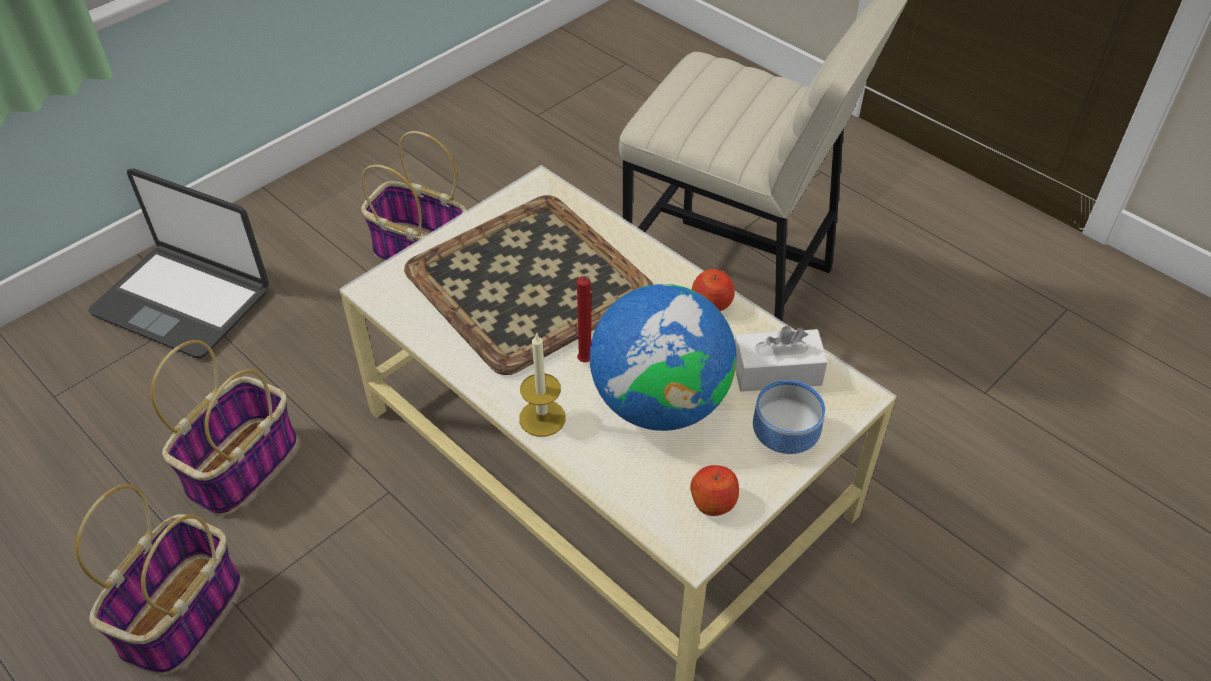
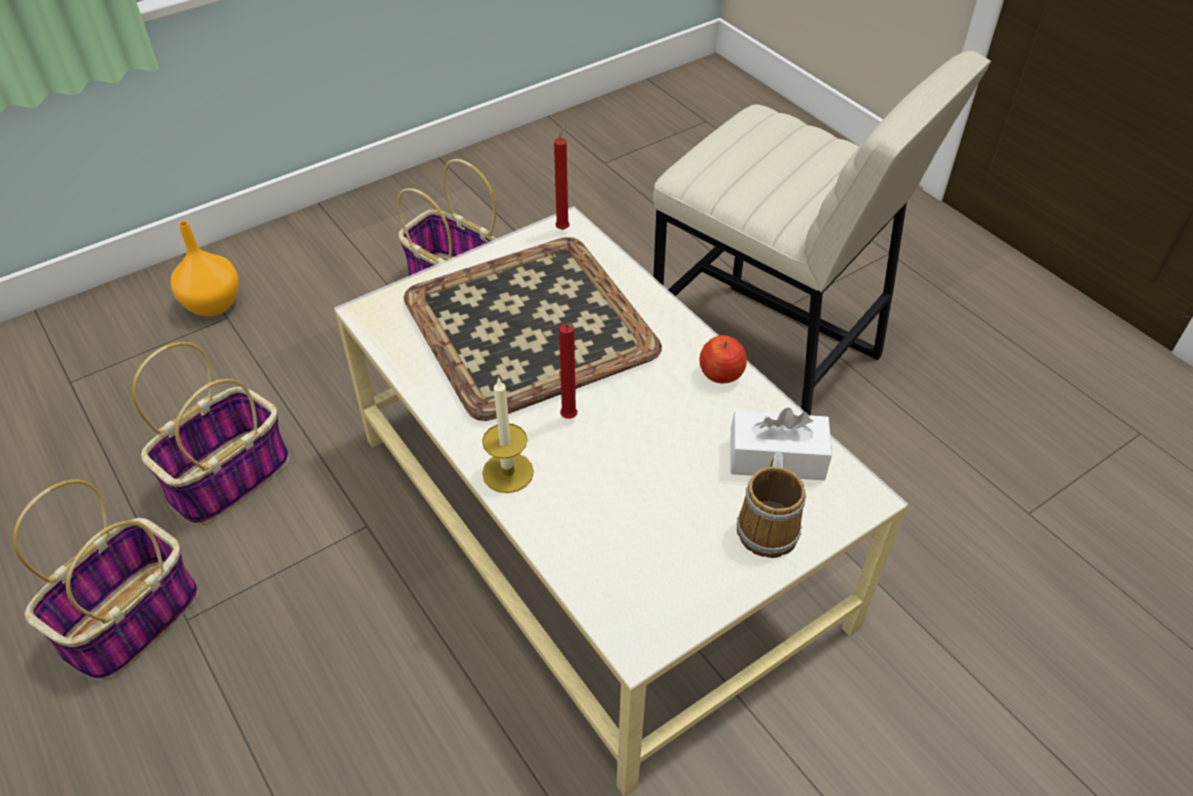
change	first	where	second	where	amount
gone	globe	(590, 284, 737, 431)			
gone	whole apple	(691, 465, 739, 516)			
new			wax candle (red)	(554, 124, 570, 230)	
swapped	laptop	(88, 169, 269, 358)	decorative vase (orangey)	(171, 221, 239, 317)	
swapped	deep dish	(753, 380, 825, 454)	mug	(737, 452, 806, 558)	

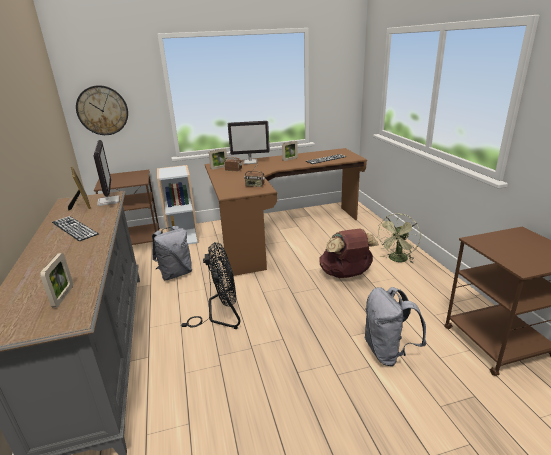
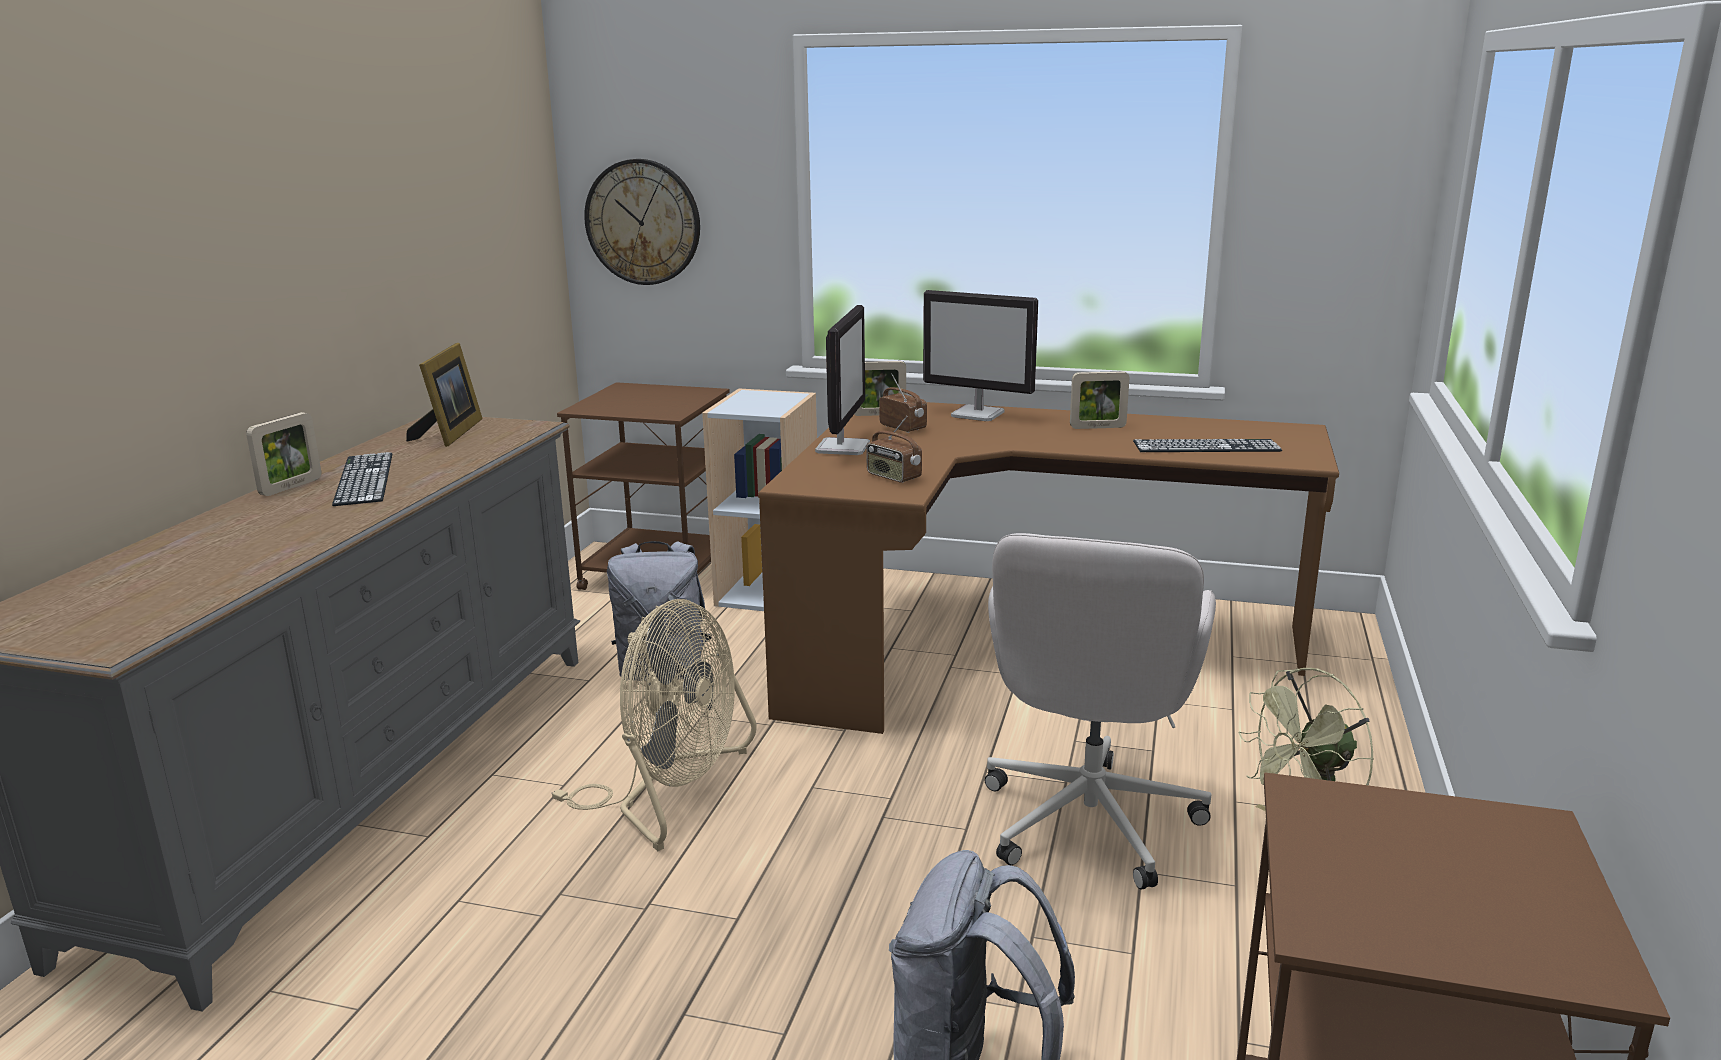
change	first	where	second	where	amount
shifted	standing frame	(40, 253, 73, 307)		(246, 412, 321, 496)	
shifted	computer display	(94, 140, 120, 206)		(815, 305, 870, 455)	
swapped	backpack (brown-coloured)	(319, 229, 379, 278)	desk chair (whitish)	(985, 533, 1216, 890)	
repainted	fan (black-coloured)	(180, 242, 240, 330)	fan (beige)	(552, 599, 757, 851)	

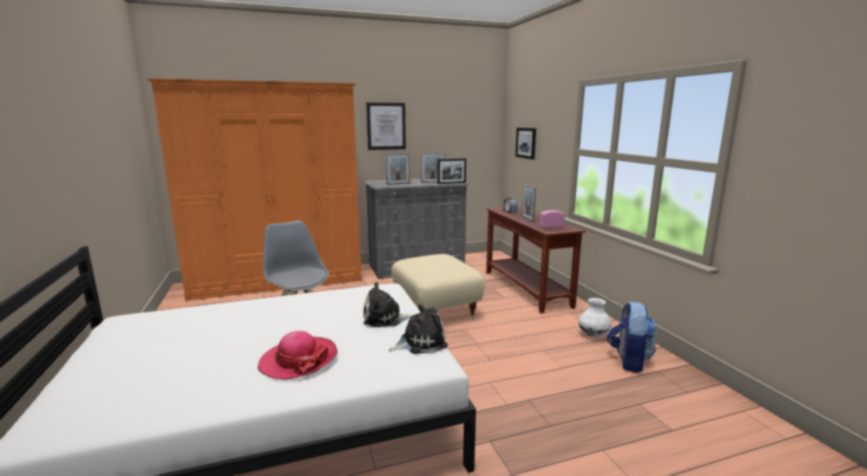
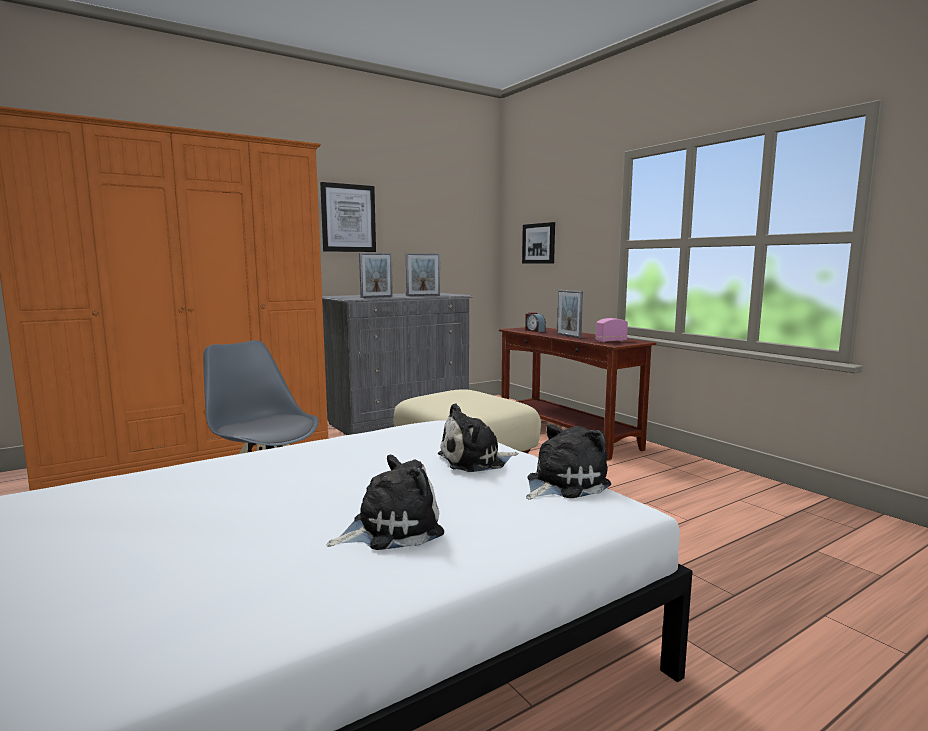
change	first	where	second	where	amount
gone	standing frame	(438, 158, 466, 184)			
gone	decorative vase (whitish)	(579, 298, 612, 337)			
gone	backpack	(607, 301, 656, 373)			
swapped	hat	(258, 331, 338, 380)	plush toy	(326, 455, 444, 550)	

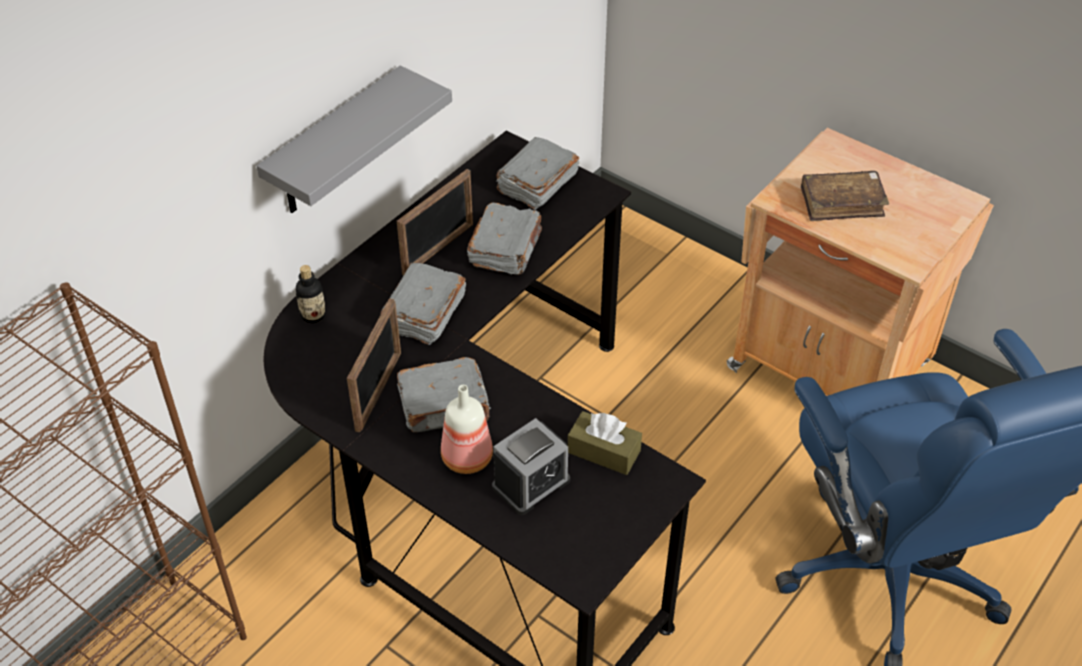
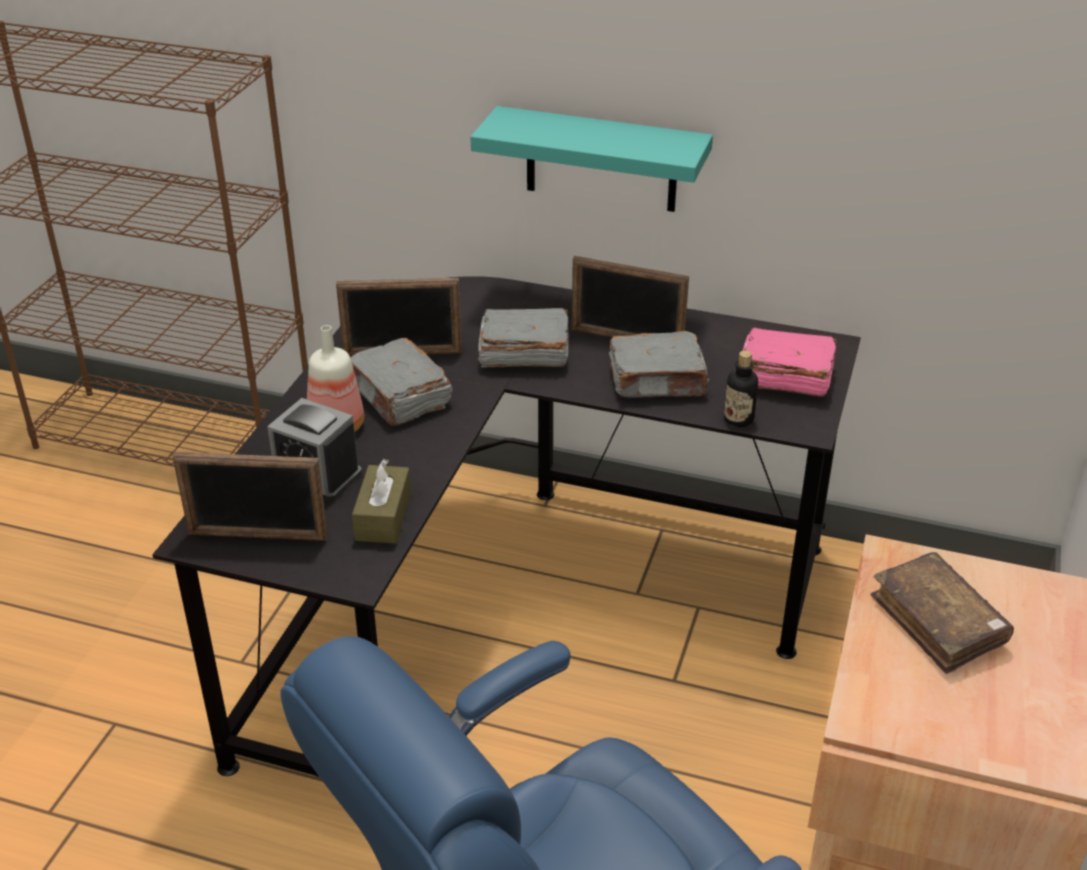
change	first	where	second	where	amount
new			standing frame	(172, 452, 328, 541)	
shifted	beverage bottle	(296, 265, 326, 323)		(724, 350, 758, 427)	
repainted	wall shelf (grey)	(257, 65, 452, 213)	wall shelf (turquoise)	(470, 106, 713, 212)	
repainted	bound book (grey)	(496, 137, 580, 210)	bound book (pink)	(743, 328, 836, 397)	

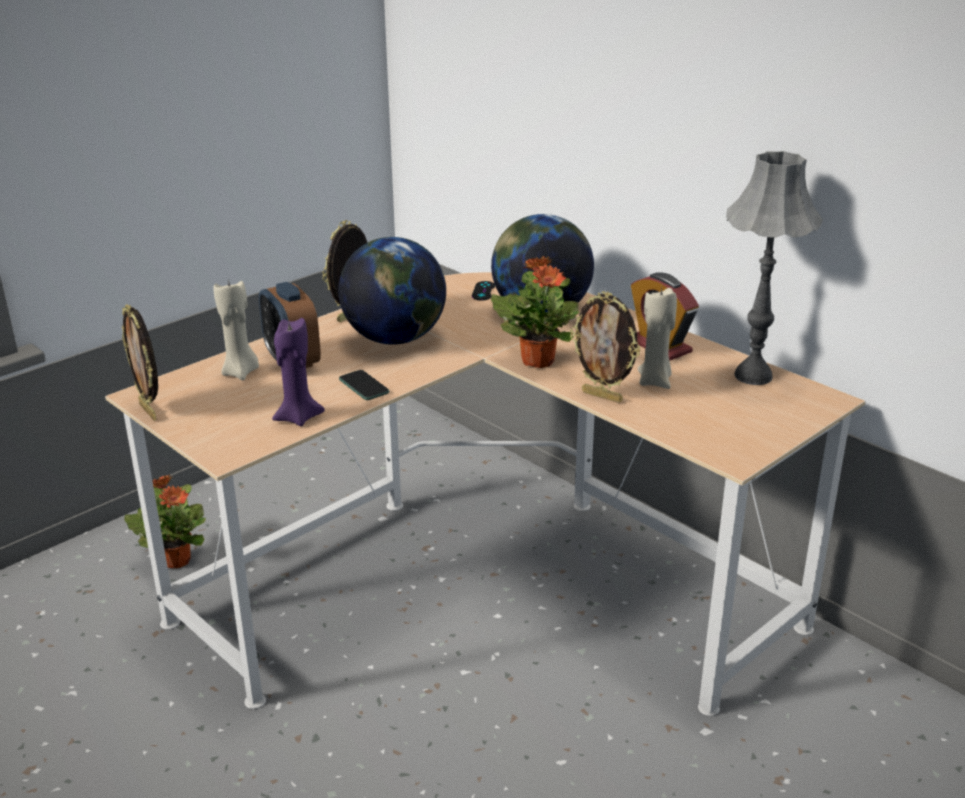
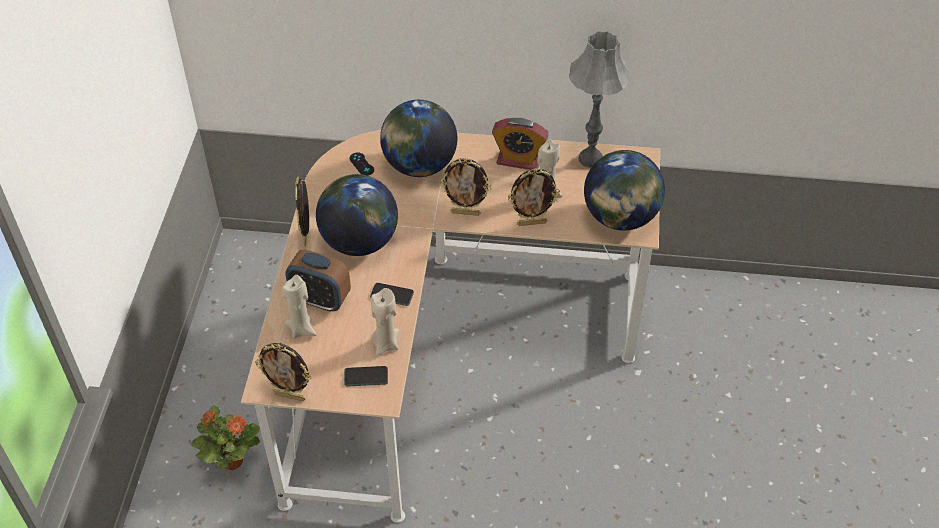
change	first	where	second	where	amount
new			phone	(344, 366, 388, 386)	
new			globe	(584, 150, 665, 231)	
swapped	potted plant	(491, 256, 579, 368)	standing frame	(440, 158, 492, 216)	
repainted	wax candle (purple-coloured)	(272, 318, 325, 426)	wax candle (beige)	(370, 288, 399, 356)	

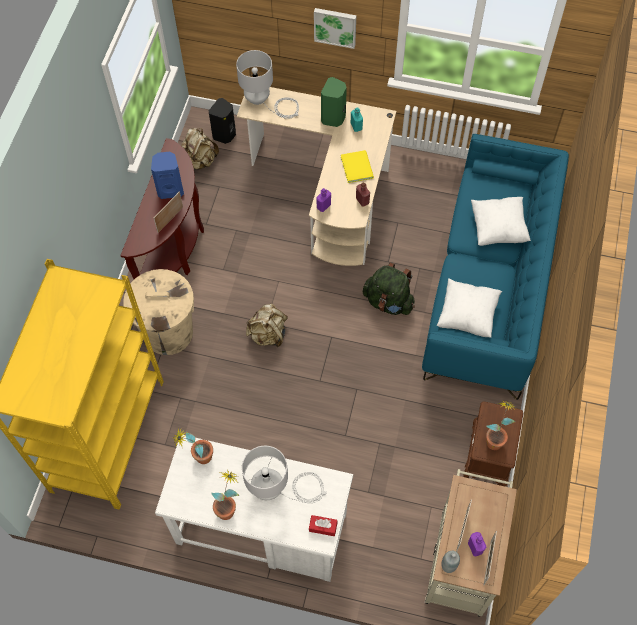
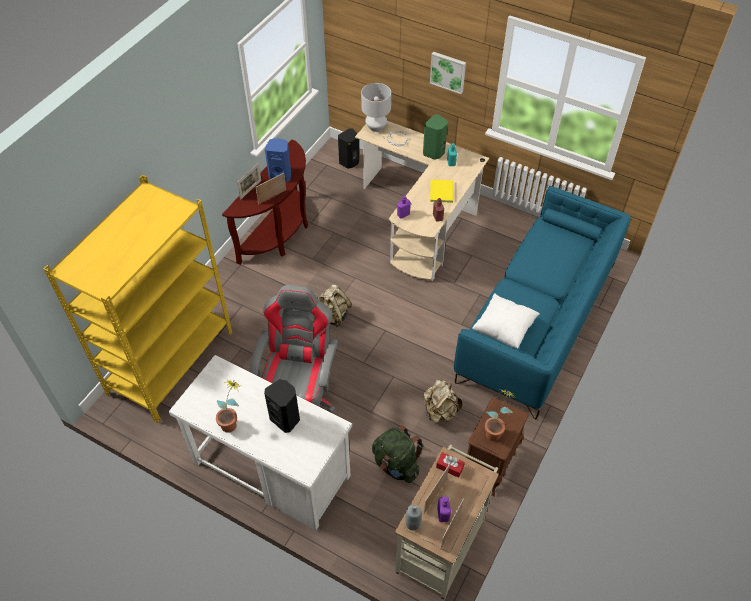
change	first	where	second	where	amount
gone	trash can (beige)	(123, 269, 194, 355)			
gone	potted plant	(174, 428, 213, 464)			
gone	throw pillow (whitish)	(471, 197, 531, 246)			
new			standing frame	(237, 163, 262, 200)	
new			desk chair (grey)	(249, 285, 338, 413)	
shifted	backpack (beige)	(181, 128, 219, 171)		(423, 380, 462, 422)	
shifted	tissue holder (red)	(309, 515, 337, 536)		(436, 452, 465, 478)	
shifted	backpack (greenish)	(363, 263, 415, 315)		(372, 426, 424, 483)	
swapped	table lamp (whitish)	(242, 446, 327, 503)	loudspeaker (black-coloured)	(264, 380, 300, 433)	

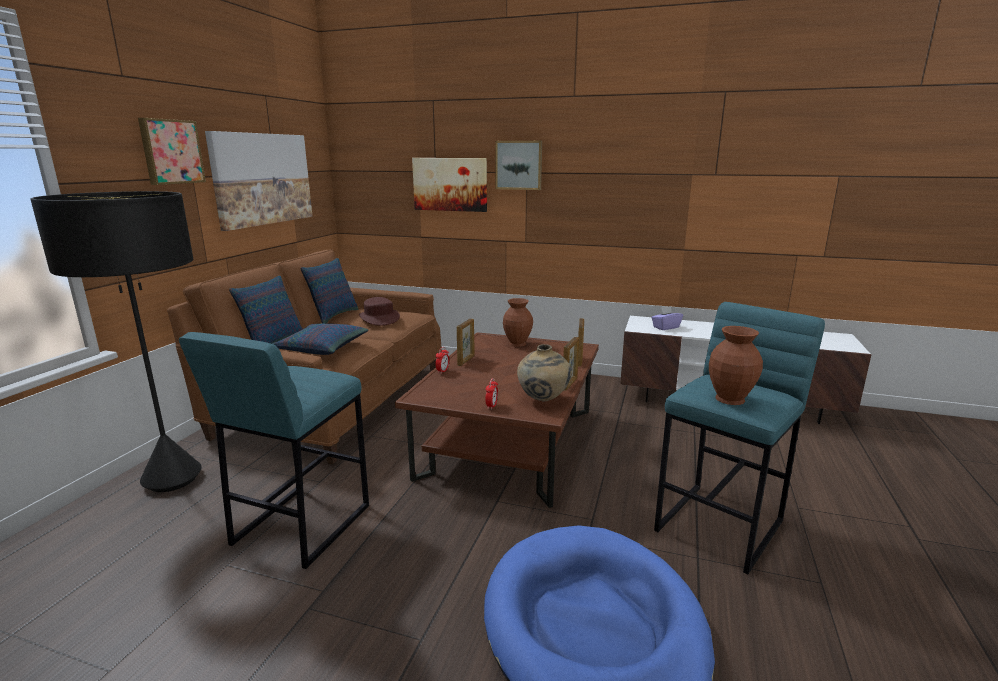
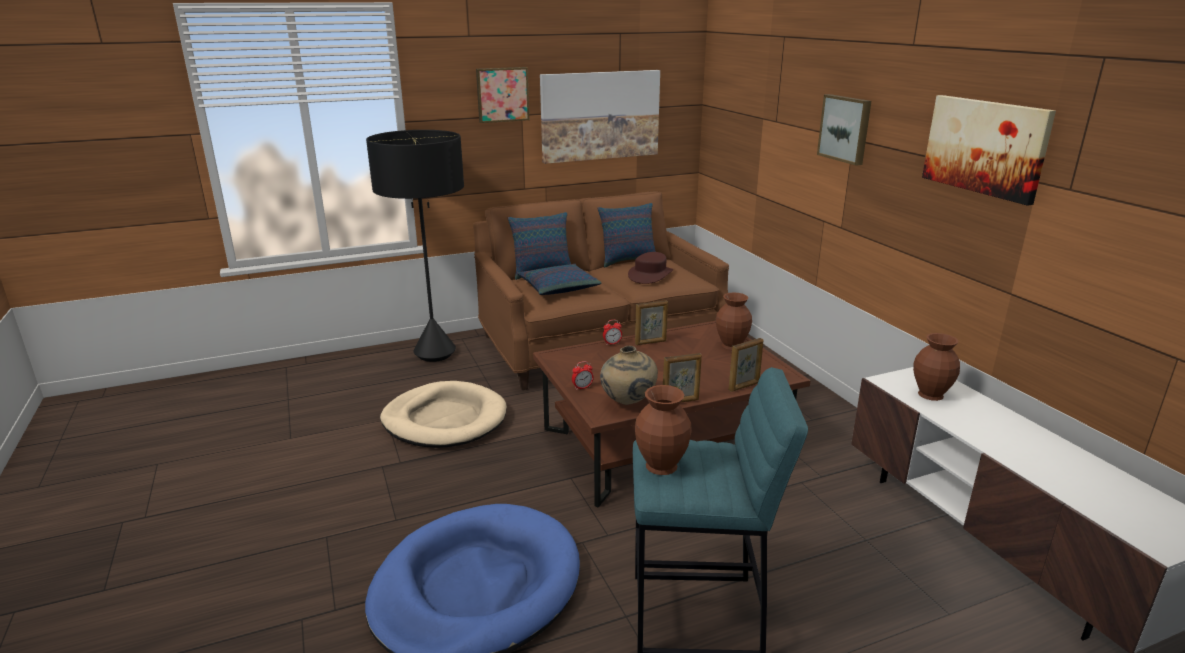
change	first	where	second	where	amount
shifted	picture	(412, 158, 487, 212)		(922, 95, 1056, 206)	
swapped	sitting stool (turquoise)	(179, 332, 369, 569)	dog cushion (beige)	(380, 381, 507, 448)	
swapped	tissue holder (purple-coloured)	(651, 306, 683, 330)	decorative vase (brown-coloured)	(913, 333, 960, 401)	

